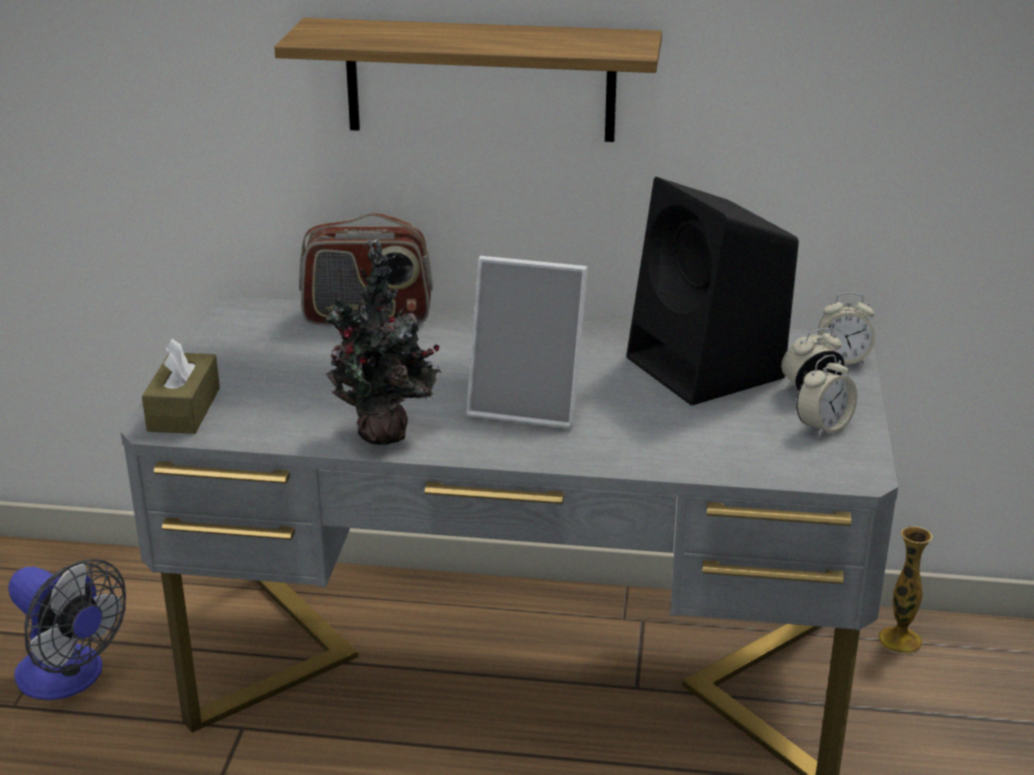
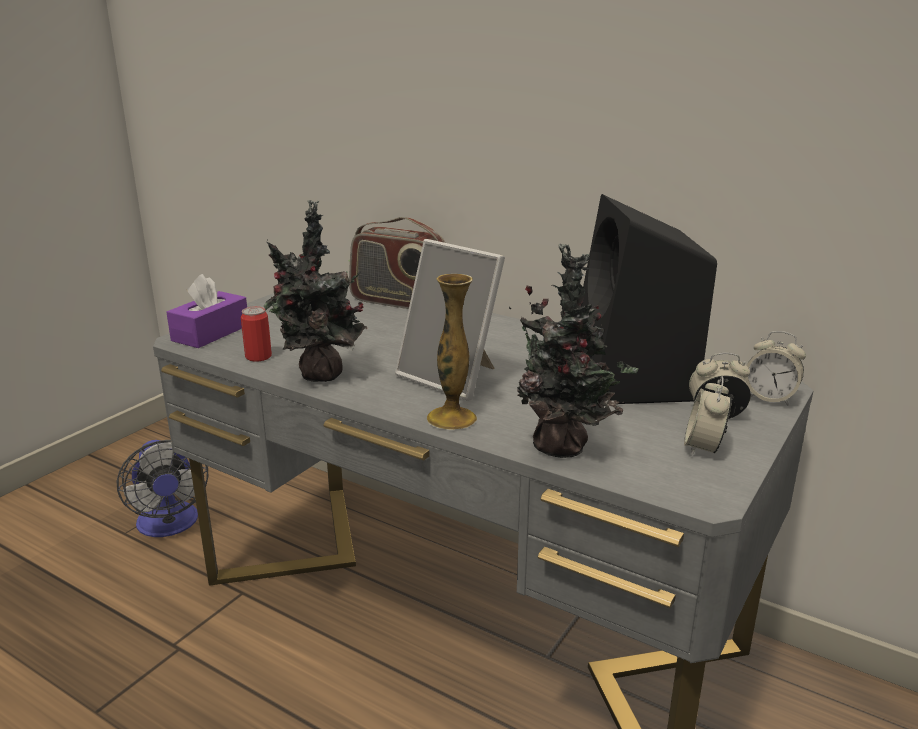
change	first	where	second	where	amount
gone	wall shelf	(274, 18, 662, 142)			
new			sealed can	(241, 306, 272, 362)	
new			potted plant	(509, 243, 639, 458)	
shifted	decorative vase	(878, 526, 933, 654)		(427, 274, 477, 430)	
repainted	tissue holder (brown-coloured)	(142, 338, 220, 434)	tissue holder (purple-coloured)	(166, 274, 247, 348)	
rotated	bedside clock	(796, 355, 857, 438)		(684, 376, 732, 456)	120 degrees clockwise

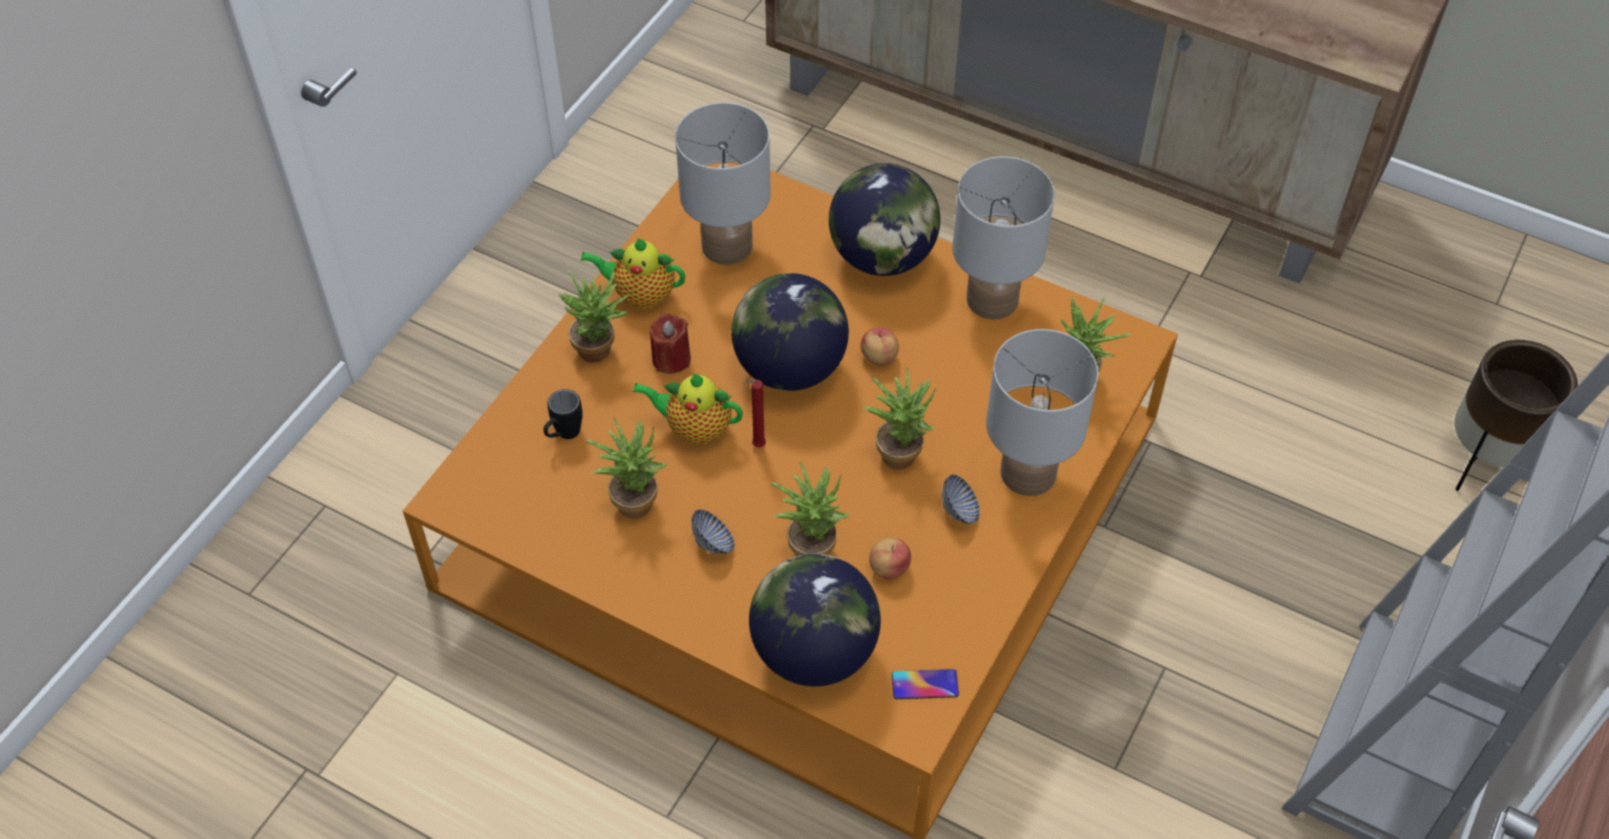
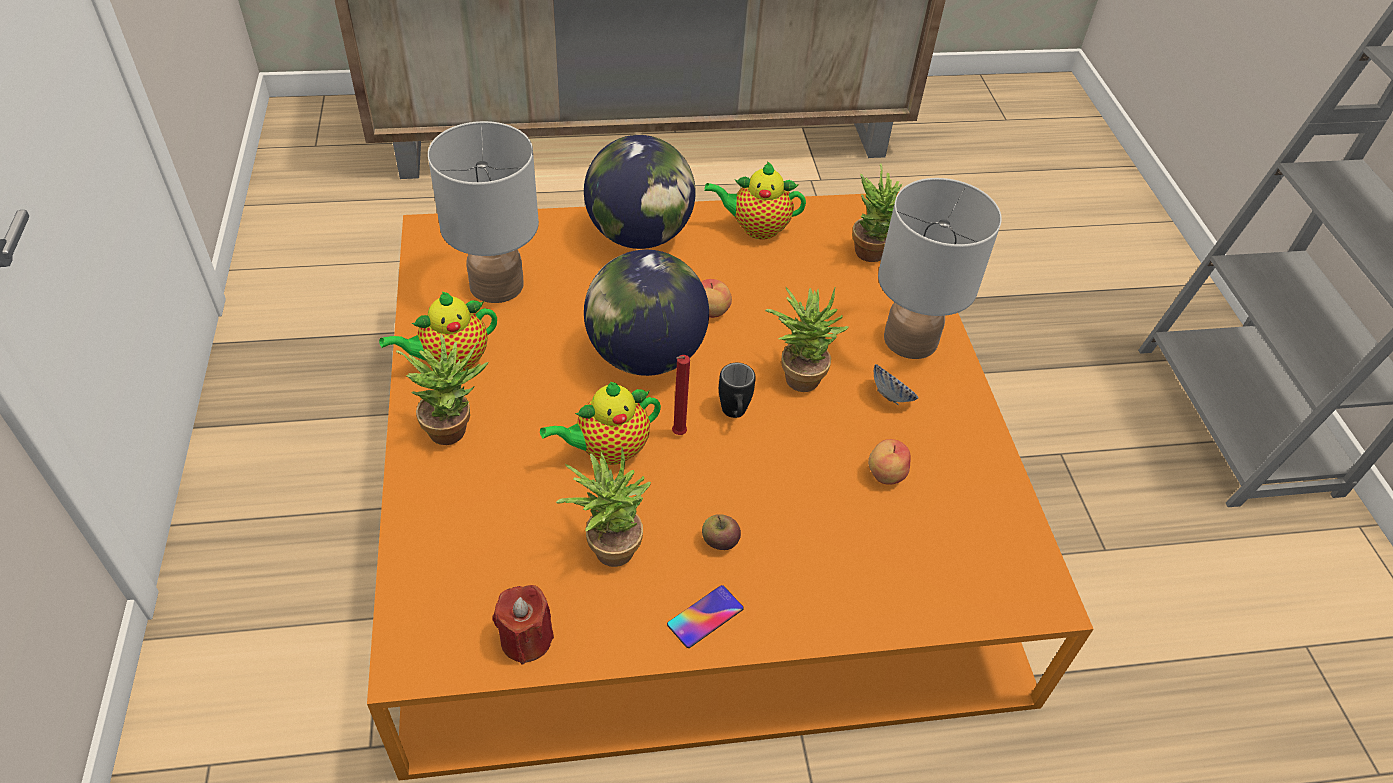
change	first	where	second	where	amount
gone	globe	(749, 554, 881, 686)			
gone	potted plant	(771, 461, 850, 556)			
gone	plant pot (brown-coloured)	(1455, 340, 1578, 491)			
shifted	mug (black-coloured)	(544, 389, 583, 439)		(719, 363, 756, 418)	
shifted	wax candle (red)	(650, 314, 691, 374)		(493, 585, 554, 665)	
shifted	phone	(892, 669, 959, 699)		(667, 585, 744, 648)	
swapped	deep dish	(692, 509, 735, 554)	whole apple	(702, 514, 741, 550)	
swapped	table lamp (grey)	(952, 156, 1055, 319)	pot for tea	(705, 161, 806, 239)	

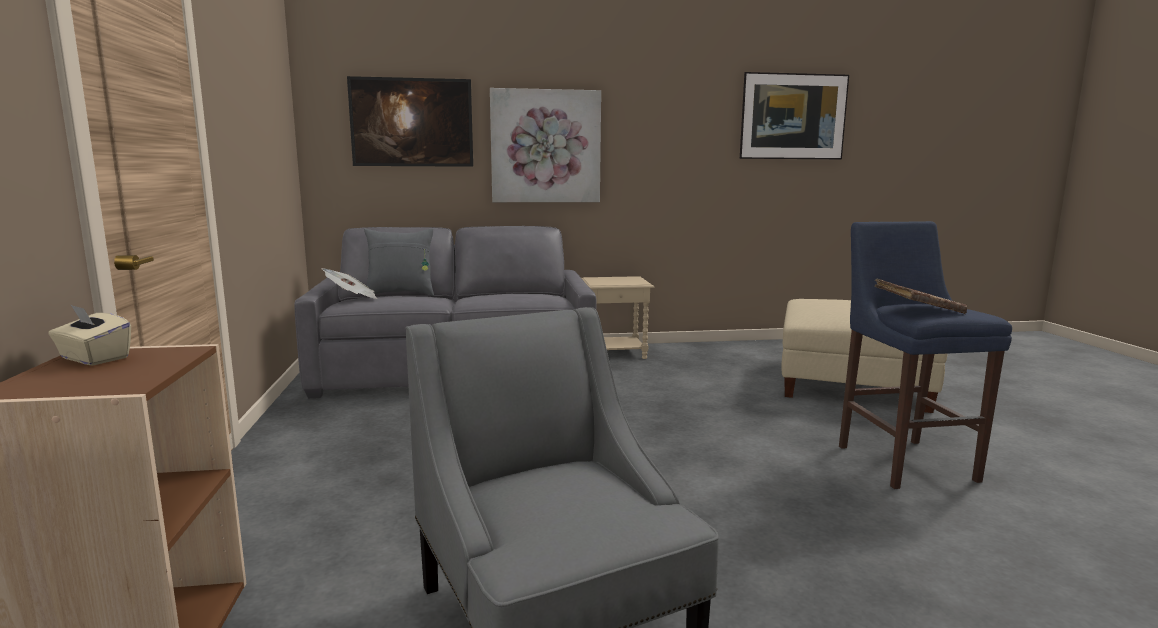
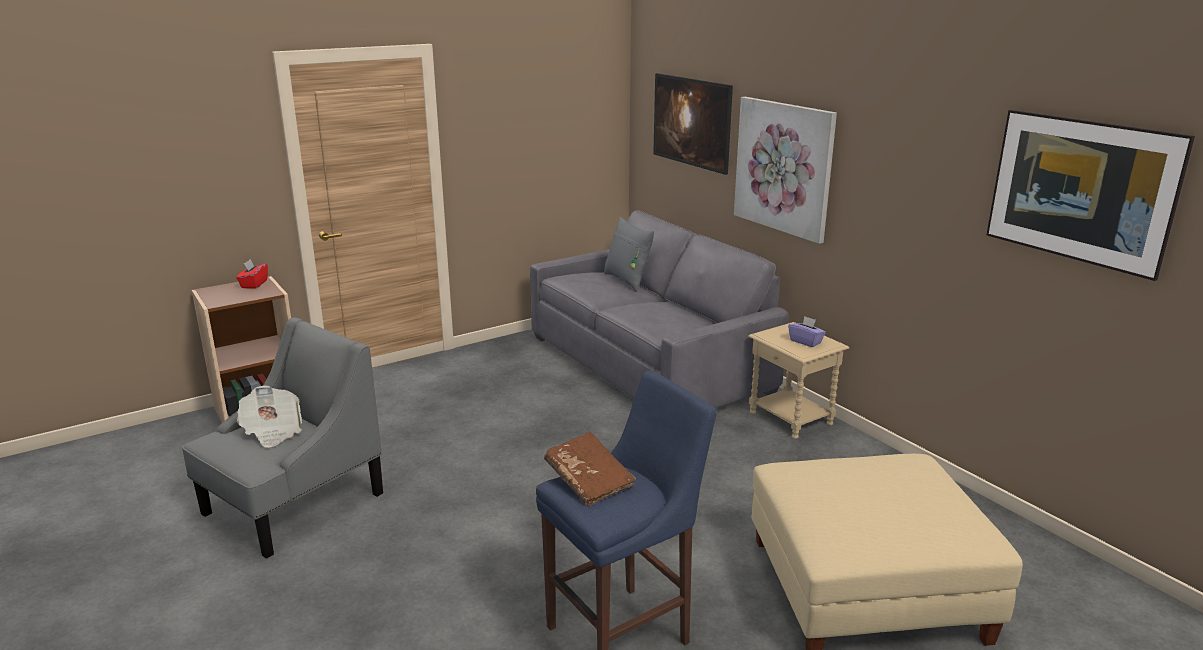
change	first	where	second	where	amount
new			tissue holder (purple-coloured)	(788, 316, 826, 347)	
shifted	printed paper	(321, 268, 377, 299)		(237, 386, 302, 448)	
repainted	tissue holder (beige)	(48, 304, 131, 366)	tissue holder (red)	(236, 259, 268, 289)	

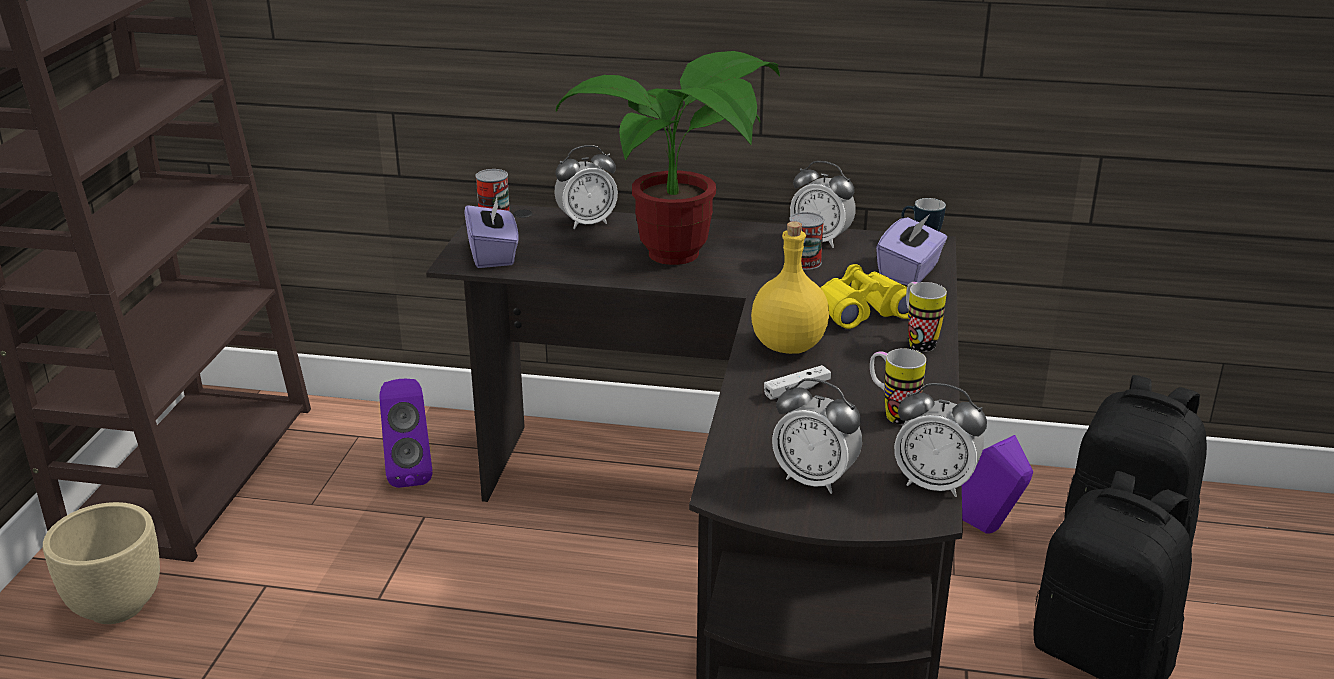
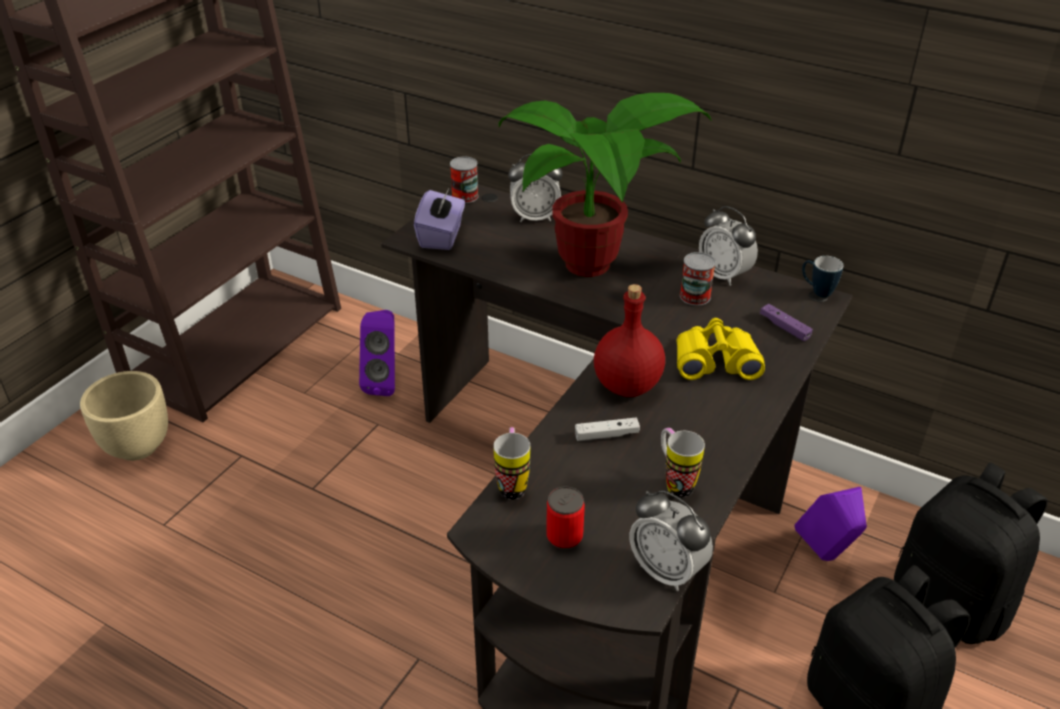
change	first	where	second	where	amount
shifted	mug	(906, 282, 947, 352)		(493, 427, 530, 500)	
swapped	bedside clock	(772, 378, 862, 494)	sealed can	(546, 486, 585, 550)	
swapped	tissue holder (purple-coloured)	(876, 214, 947, 285)	game controller (purple-coloured)	(760, 304, 813, 341)	
repainted	beverage bottle (yellowish)	(751, 221, 829, 354)	beverage bottle (red)	(594, 284, 665, 397)	

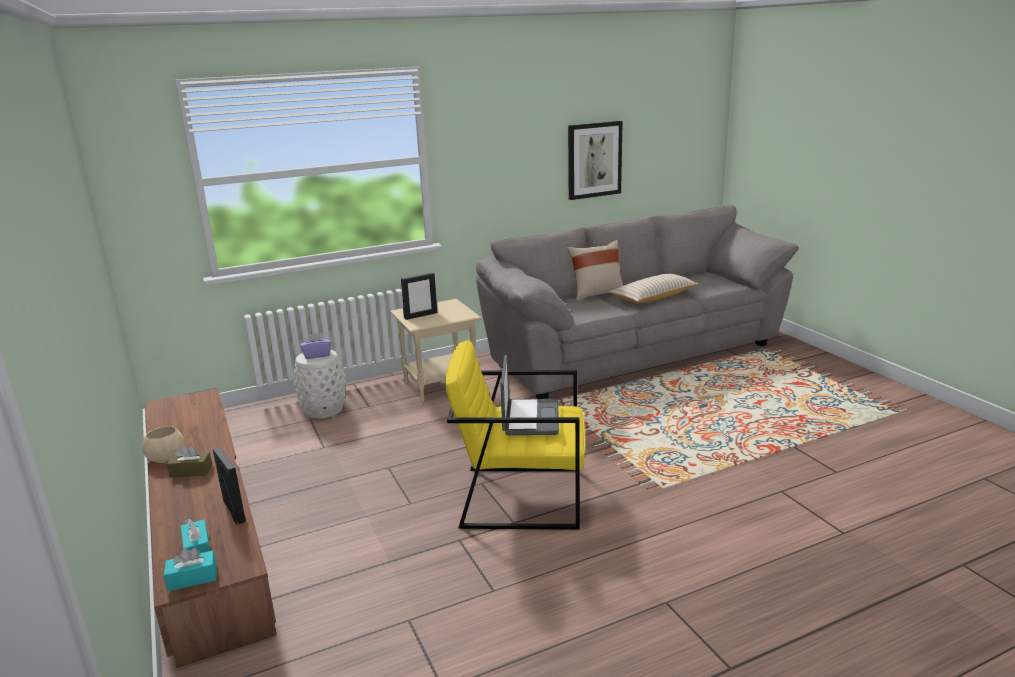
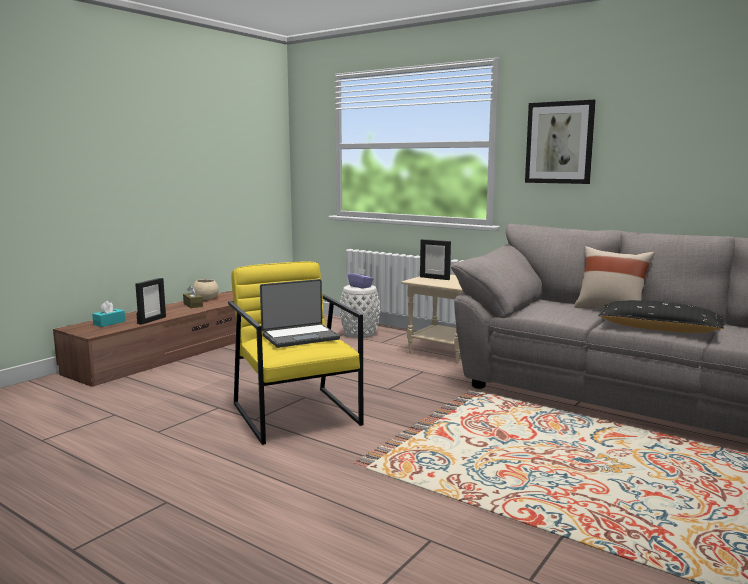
change	first	where	second	where	amount
gone	tissue holder (turquoise)	(164, 547, 217, 591)			
shifted	picture	(568, 121, 623, 200)		(525, 100, 596, 184)	
repainted	throw pillow (beige)	(609, 274, 698, 303)	throw pillow (black-coloured)	(598, 300, 724, 333)	

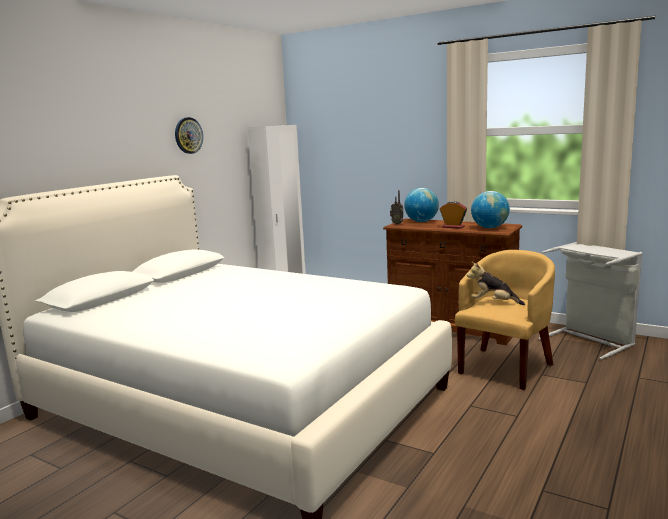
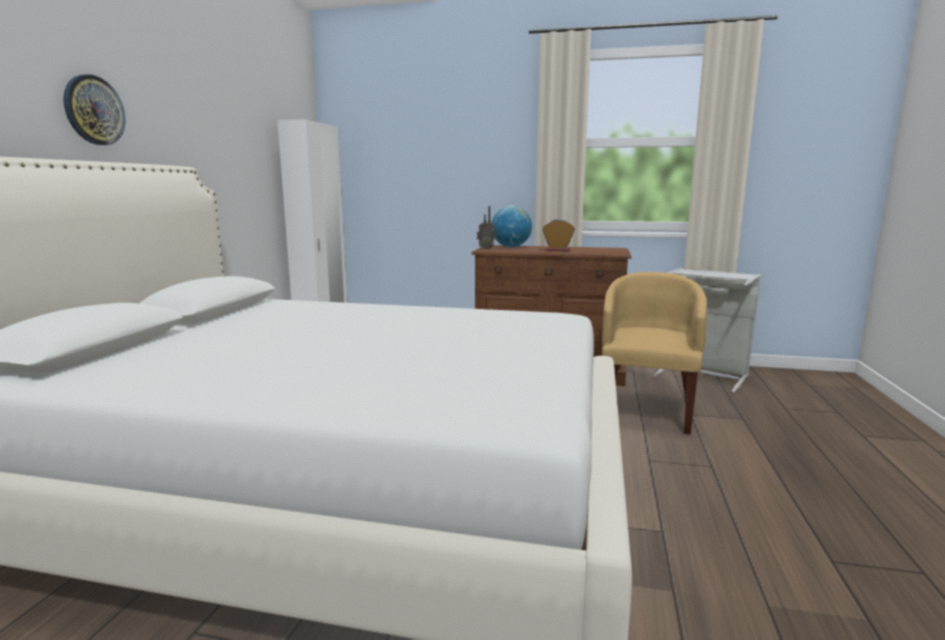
change	first	where	second	where	amount
gone	plush toy	(467, 262, 525, 305)			
gone	globe	(471, 191, 510, 228)			
shifted	clock on the wall	(175, 117, 203, 154)		(63, 74, 125, 145)	

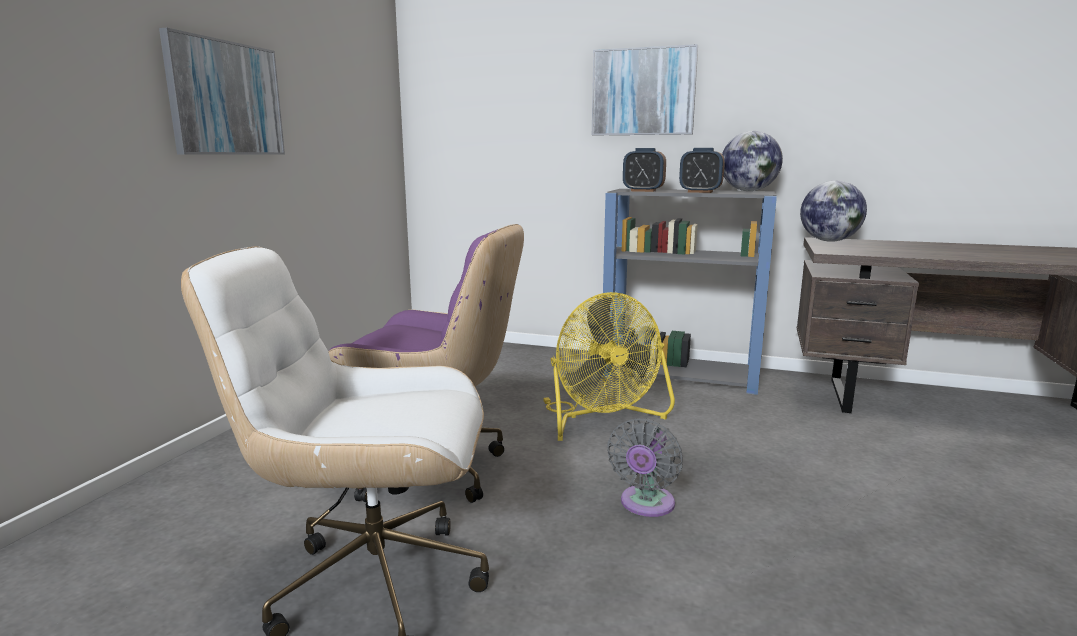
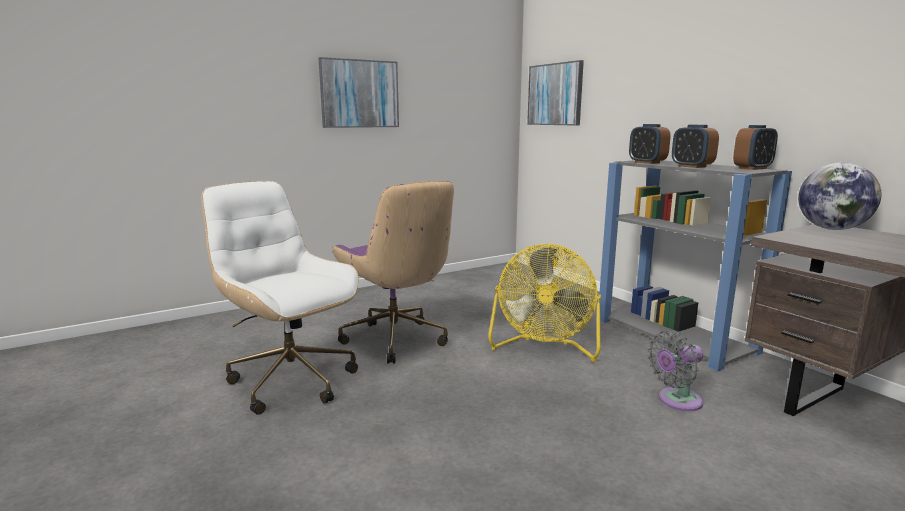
change	first	where	second	where	amount
shifted	picture	(592, 44, 698, 135)		(527, 60, 584, 126)	
shifted	fan (grey)	(607, 418, 683, 517)		(648, 331, 703, 411)	
swapped	globe	(722, 131, 783, 191)	bedside clock	(733, 125, 778, 170)	

